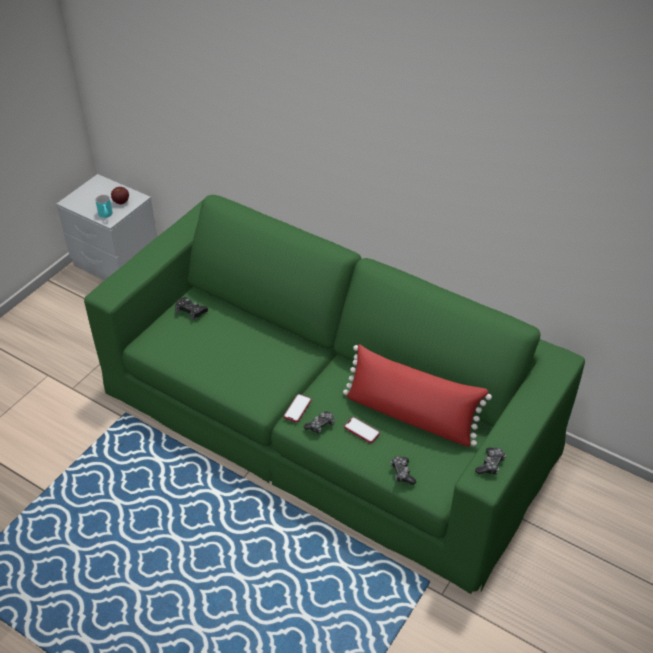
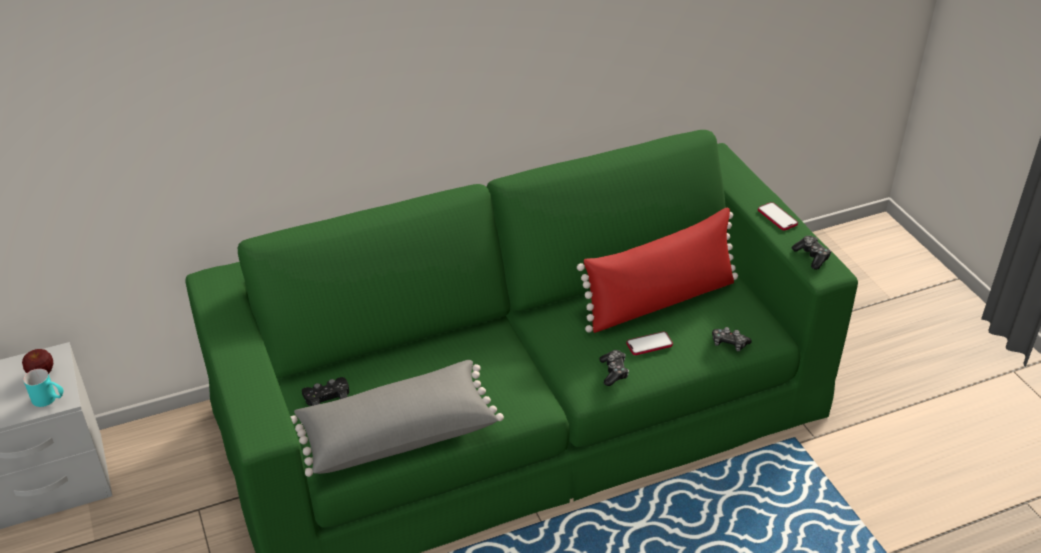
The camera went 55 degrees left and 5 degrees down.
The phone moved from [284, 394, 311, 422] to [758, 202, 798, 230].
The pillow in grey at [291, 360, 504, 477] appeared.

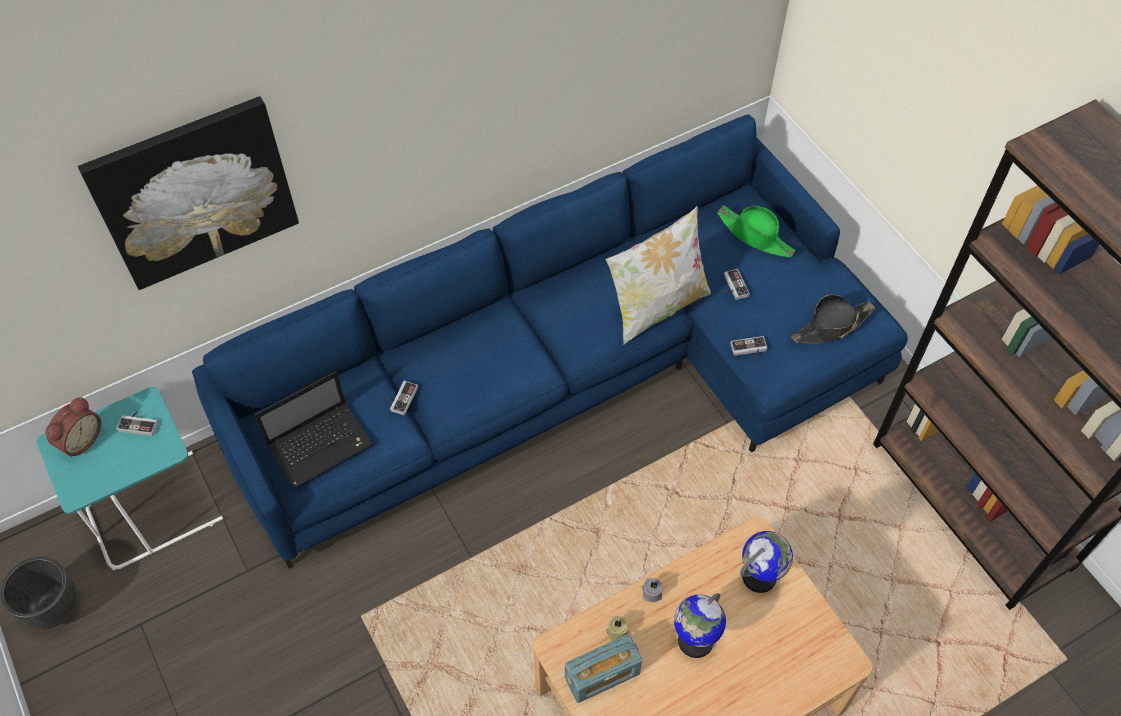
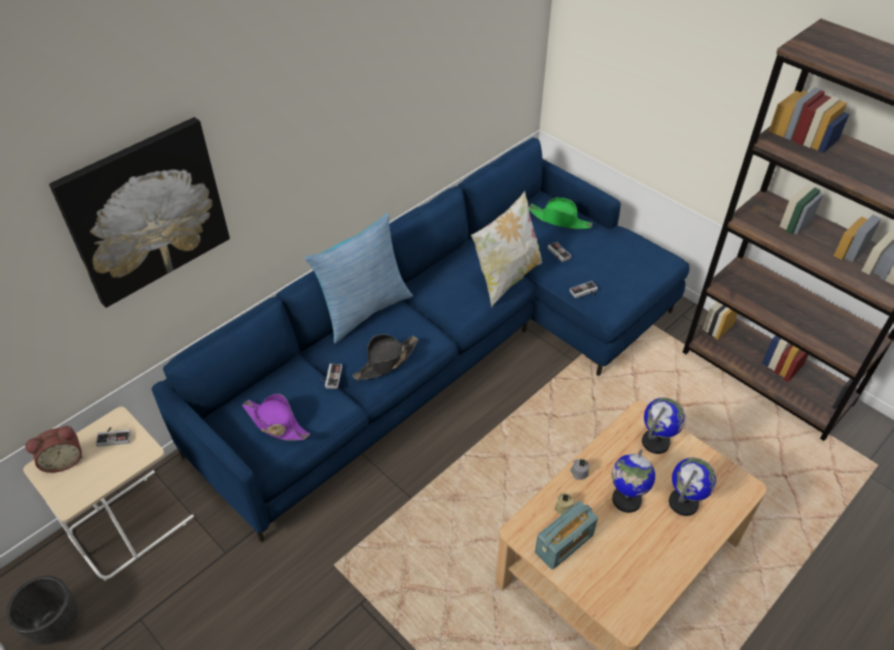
The camera went 15 degrees left and 10 degrees down.
The hat in black moved from [791, 294, 875, 344] to [353, 334, 418, 380].
The laptop at [255, 371, 373, 489] was replaced by the hat in purple at [242, 394, 310, 441].
The side table in turquoise at [37, 387, 223, 570] became the side table in beige at [23, 407, 194, 581].
The alarm clock at [45, 397, 101, 457] turned 45 degrees clockwise.
The pillow at [305, 213, 413, 344] appeared.
The globe at [669, 458, 717, 516] appeared.

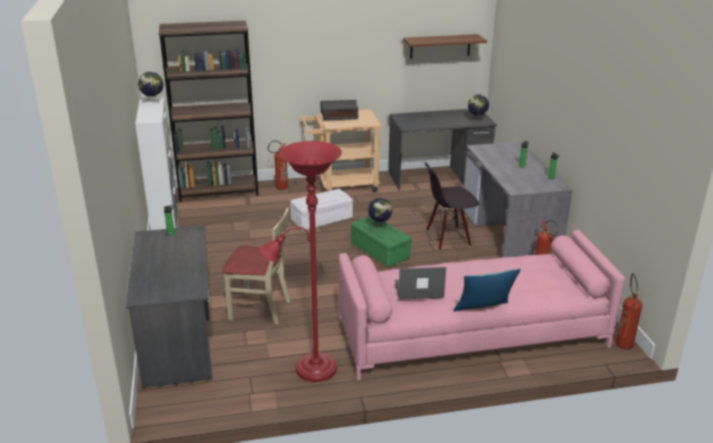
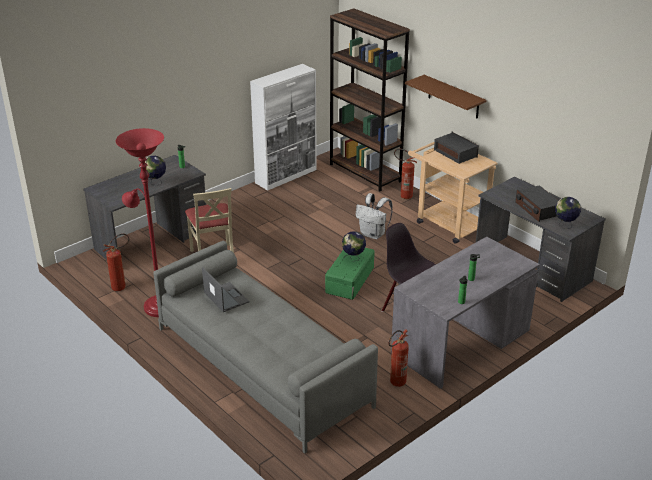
The camera went 60 degrees right and 5 degrees up.
The shelf in brown moved from [403, 34, 487, 59] to [405, 75, 487, 119].
The globe moved from [138, 72, 164, 103] to [145, 156, 166, 186].
The storage box in white at [290, 189, 353, 231] was replaced by the backpack in white at [356, 193, 393, 239].
The sofa in pink at [339, 230, 625, 380] became the sofa in grey at [153, 241, 378, 454].
The pillow at [453, 268, 521, 311] disappeared.
The fire extinguisher moved from [615, 273, 643, 350] to [103, 234, 129, 291].
The radio at [515, 185, 559, 222] appeared.

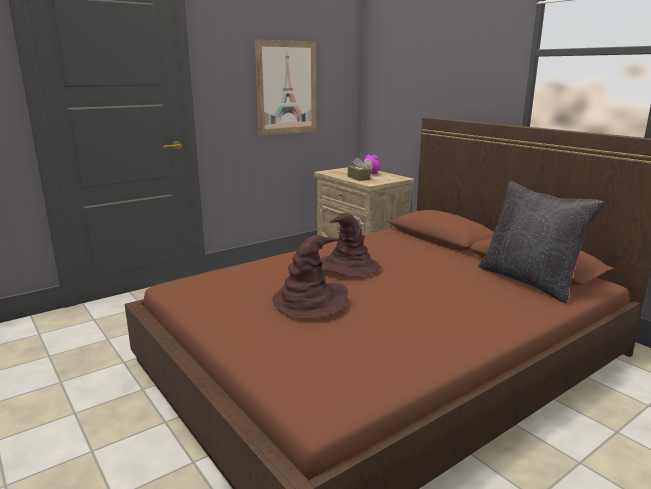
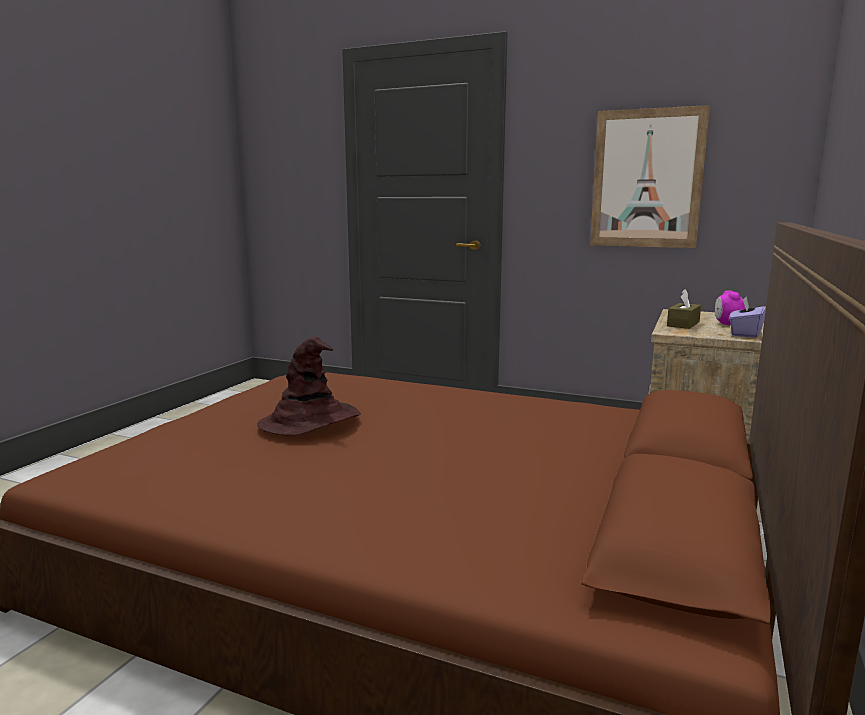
The camera went 60 degrees right and 5 degrees down.
The pillow in black at [478, 181, 605, 303] disappeared.
The hat in brown at [319, 213, 381, 277] disappeared.
The tissue box in purple at [729, 296, 766, 338] appeared.

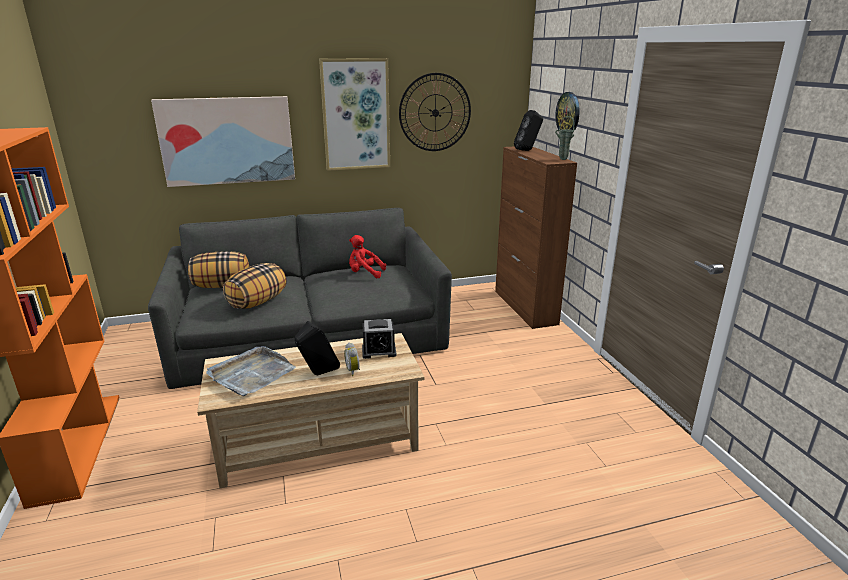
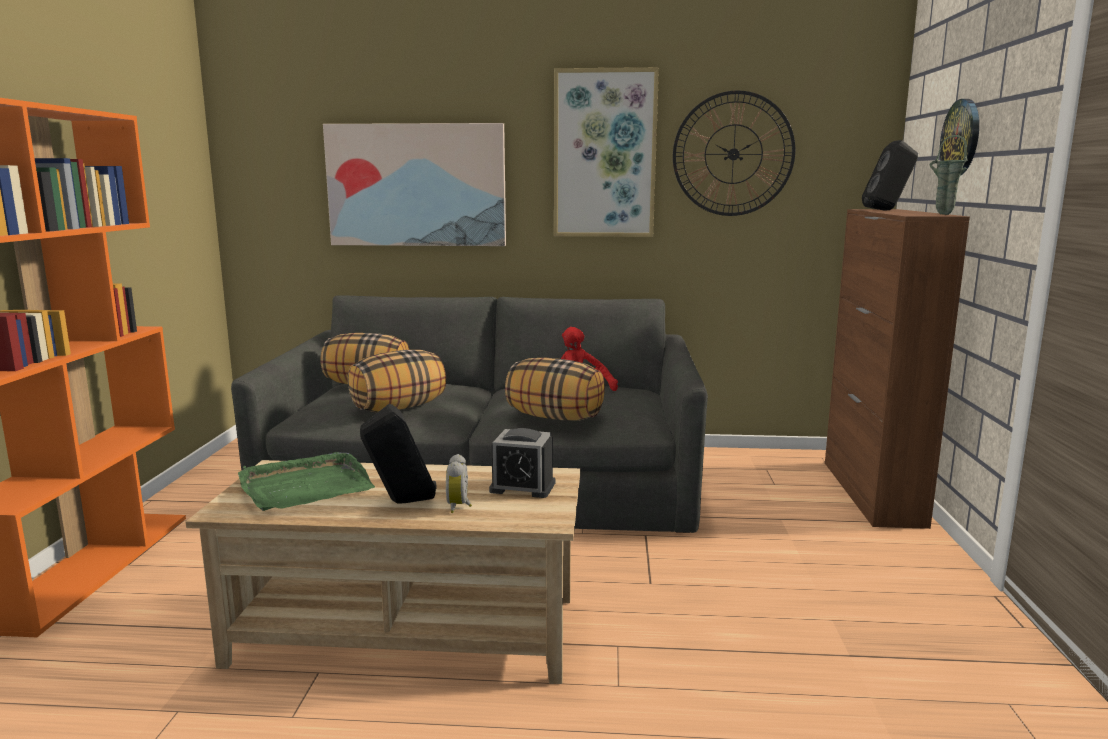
The camera went 20 degrees right and 10 degrees down.
The tray in grey at [206, 346, 296, 396] became the tray in green at [238, 452, 375, 511].
The pillow at [505, 358, 605, 421] appeared.

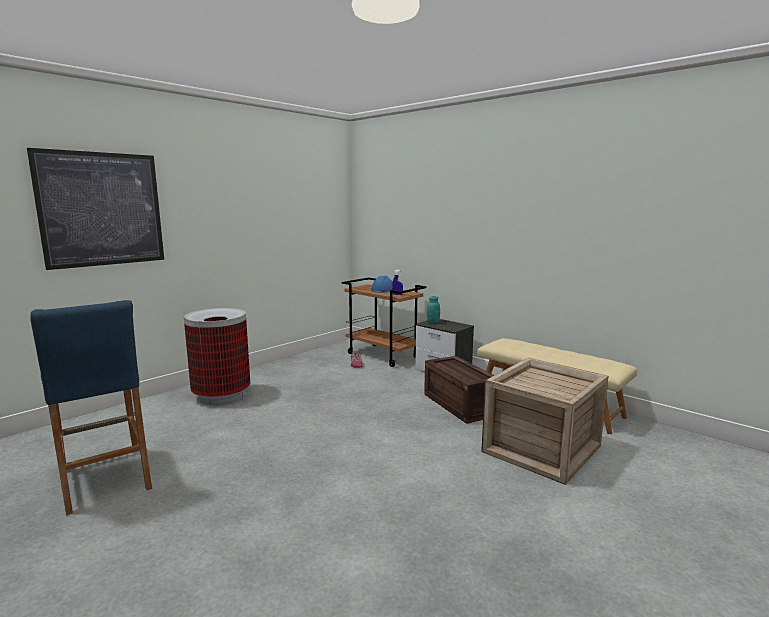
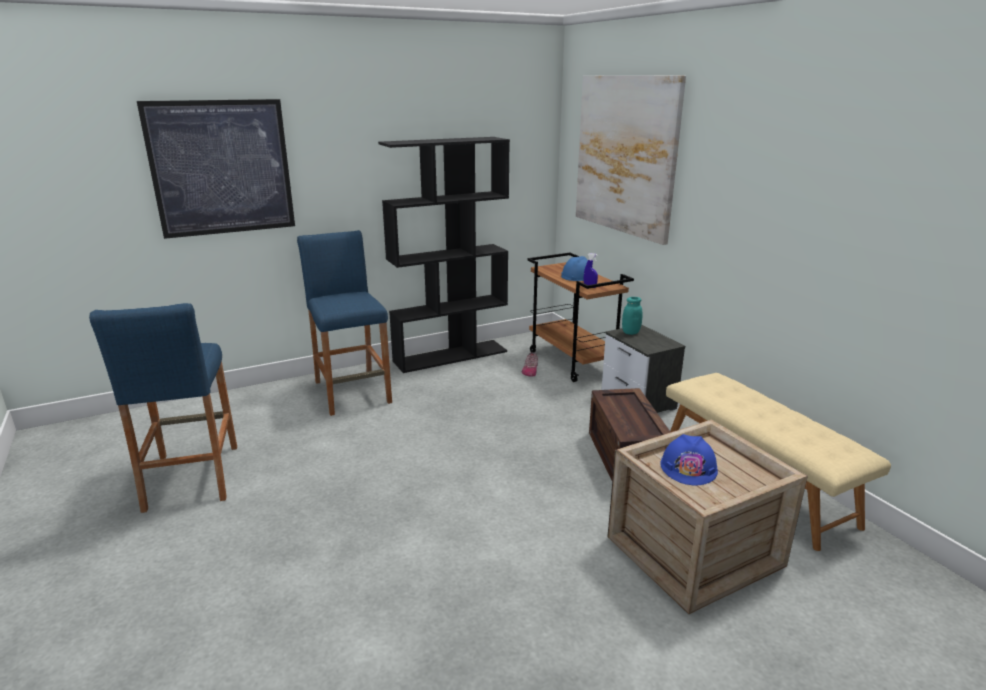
The camera went 20 degrees right and 10 degrees up.
The trash can at [184, 308, 250, 405] was replaced by the stool in blue at [297, 230, 392, 416].
The picture at [576, 75, 686, 245] appeared.
The bookcase in black at [378, 137, 510, 373] appeared.
The hard hat in blue at [660, 434, 718, 486] appeared.

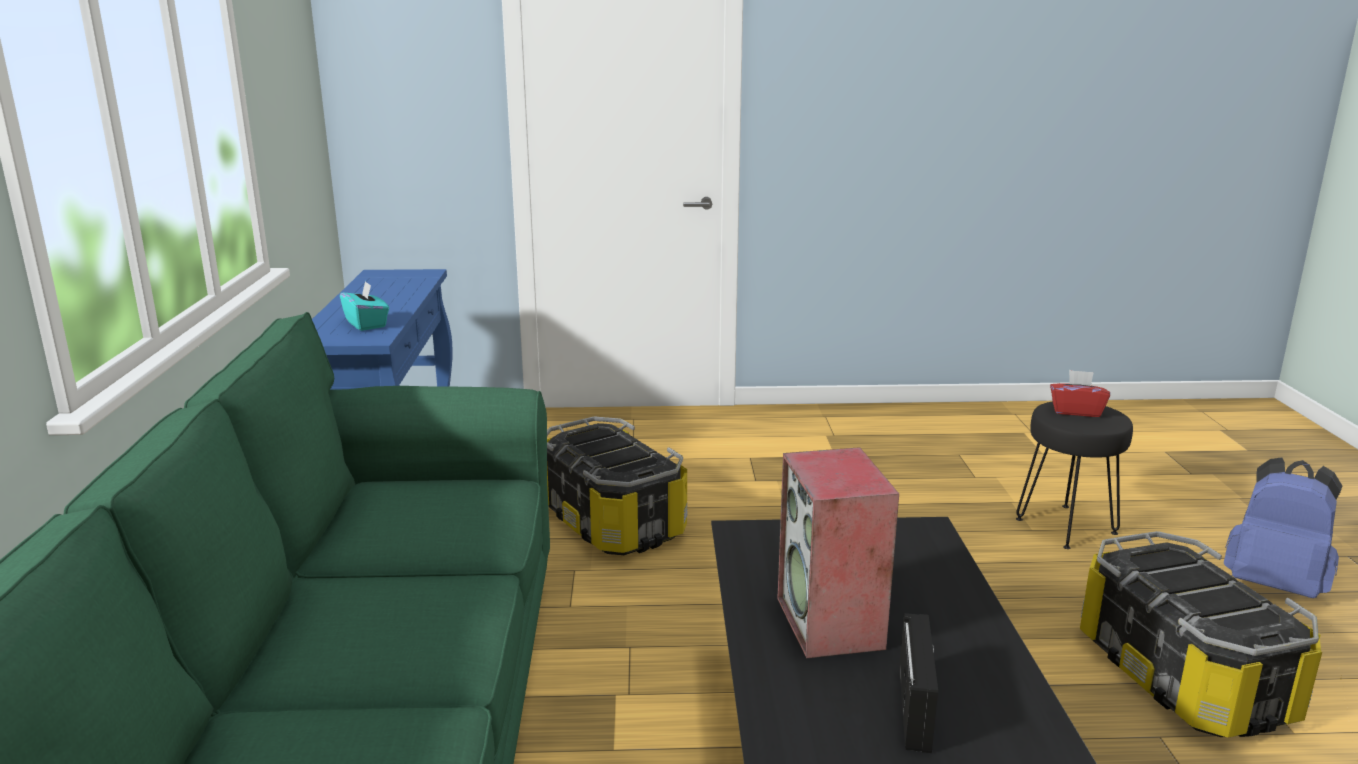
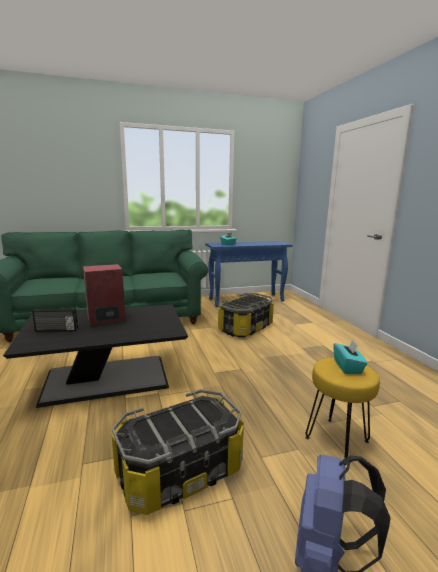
The camera went 75 degrees right and 5 degrees down.
The tissue box in red at [1050, 370, 1110, 417] became the tissue box in turquoise at [333, 340, 368, 374].
The stool in black at [1016, 401, 1133, 549] became the stool in yellow at [305, 357, 380, 458].

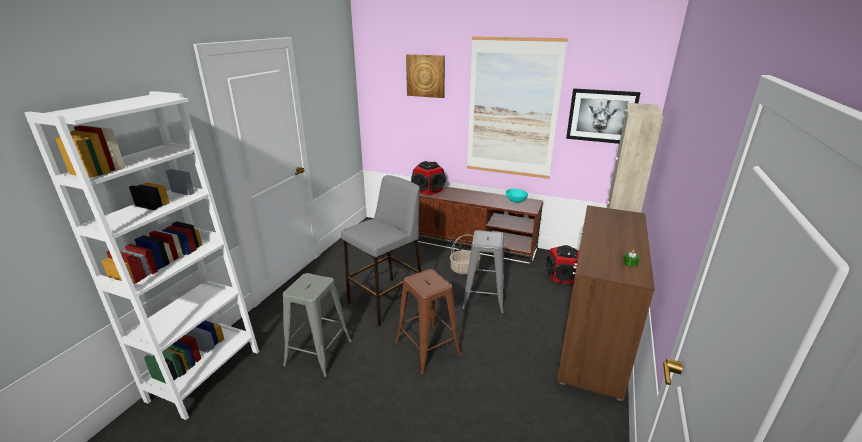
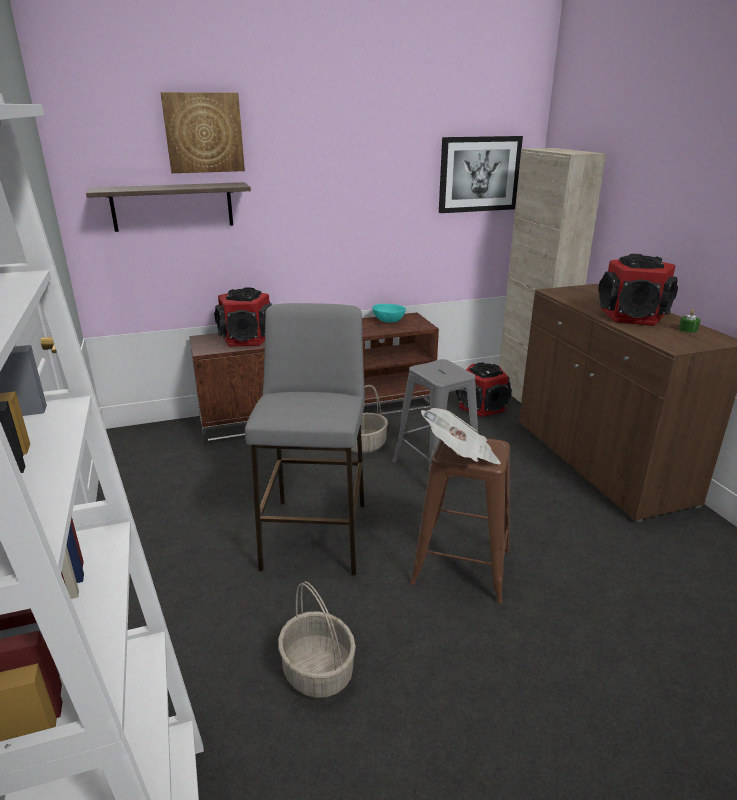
The camera went 40 degrees left and 0 degrees up.
The picture at [467, 36, 568, 179] disappeared.
The stool in grey at [283, 273, 352, 377] was replaced by the basket at [278, 581, 356, 698].
The shelf at [86, 182, 251, 232] appeared.
The speaker at [598, 254, 678, 326] appeared.
The newspaper at [421, 408, 501, 464] appeared.

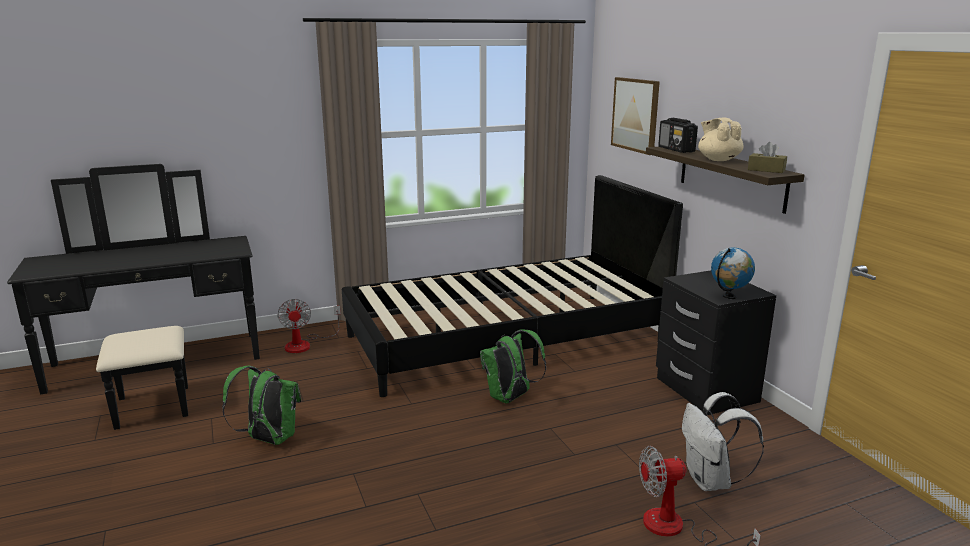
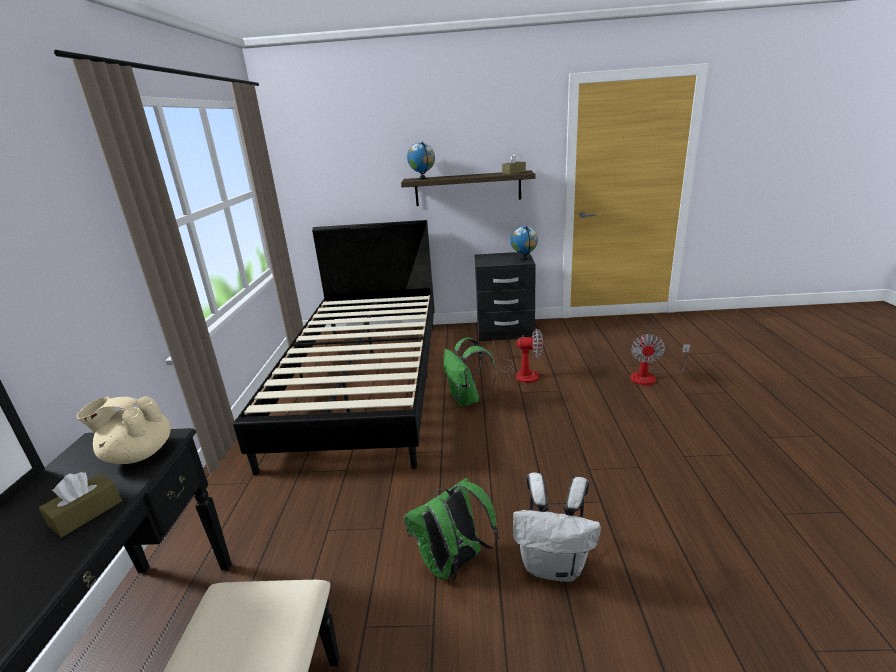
The camera went 65 degrees left and 5 degrees up.
The picture at [611, 77, 660, 155] disappeared.
The teapot in beige moved from [698, 117, 744, 161] to [77, 396, 171, 464].
The radio at [658, 118, 698, 153] was replaced by the globe at [407, 141, 435, 180].
The fan moved from [277, 299, 341, 353] to [493, 329, 543, 383].
The backpack in white moved from [682, 392, 764, 491] to [513, 472, 601, 582].
The tissue box in brown at [39, 472, 122, 538] appeared.

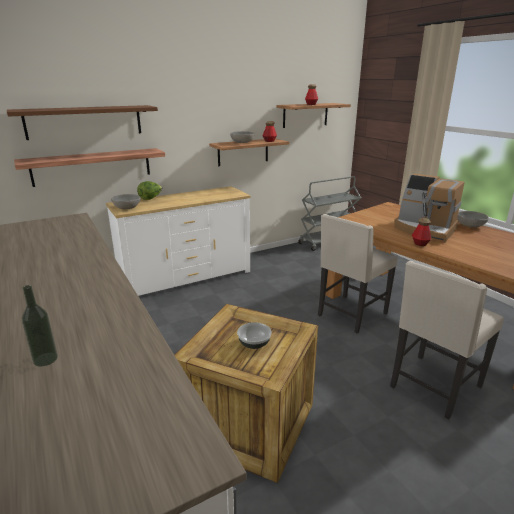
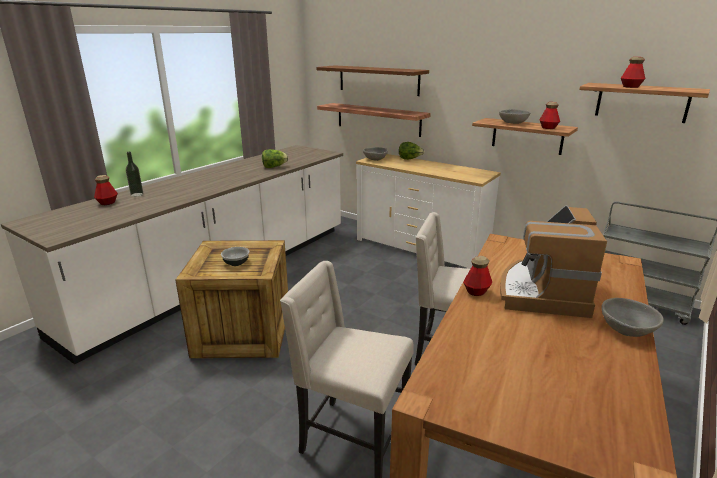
The camera went 65 degrees right and 0 degrees up.
The lettuce at [262, 149, 288, 168] appeared.
The bottle at [94, 175, 118, 205] appeared.

